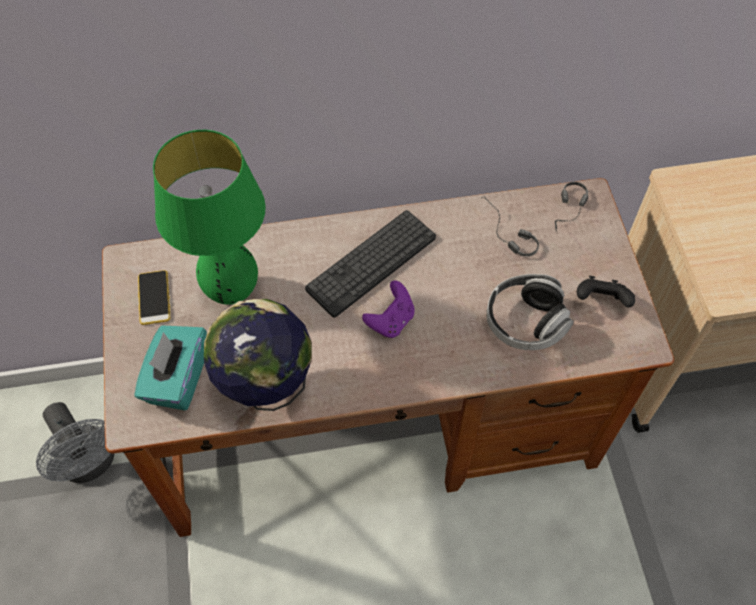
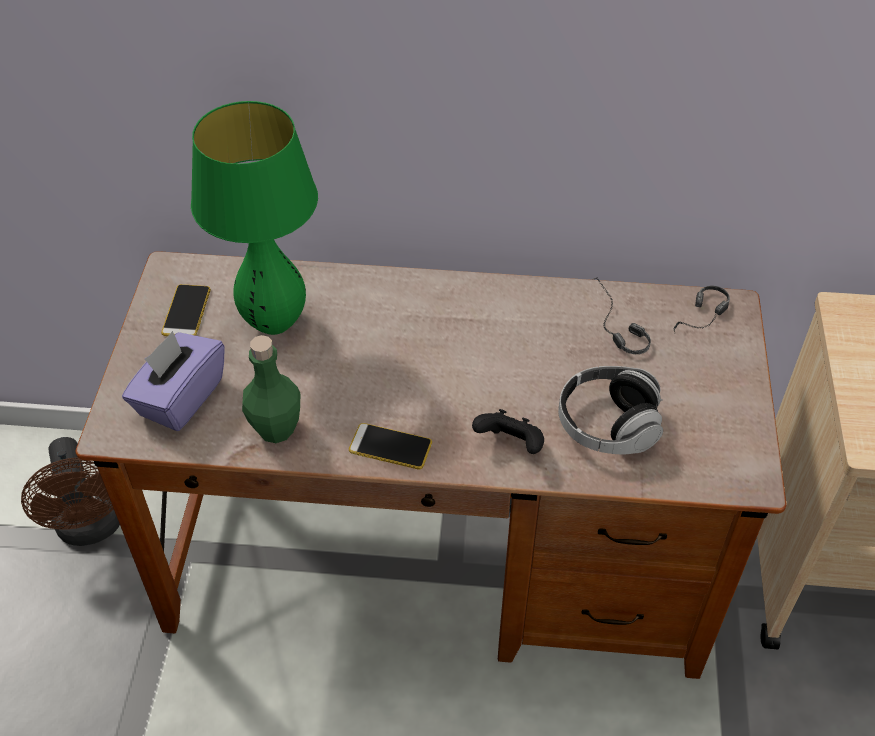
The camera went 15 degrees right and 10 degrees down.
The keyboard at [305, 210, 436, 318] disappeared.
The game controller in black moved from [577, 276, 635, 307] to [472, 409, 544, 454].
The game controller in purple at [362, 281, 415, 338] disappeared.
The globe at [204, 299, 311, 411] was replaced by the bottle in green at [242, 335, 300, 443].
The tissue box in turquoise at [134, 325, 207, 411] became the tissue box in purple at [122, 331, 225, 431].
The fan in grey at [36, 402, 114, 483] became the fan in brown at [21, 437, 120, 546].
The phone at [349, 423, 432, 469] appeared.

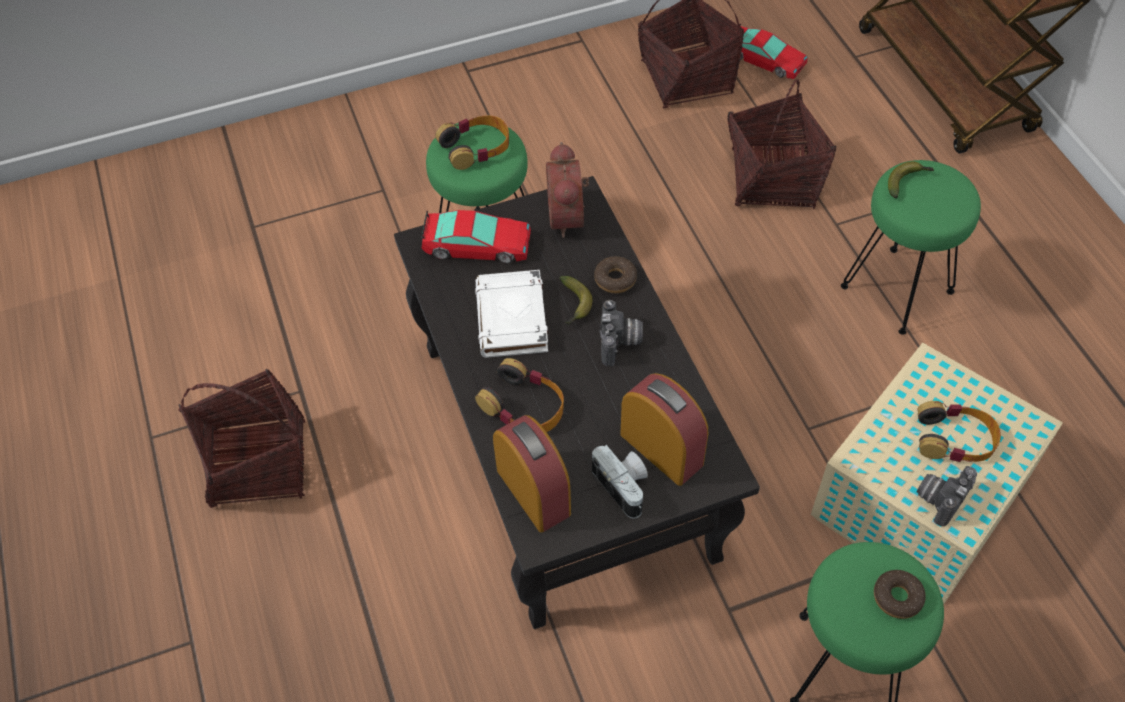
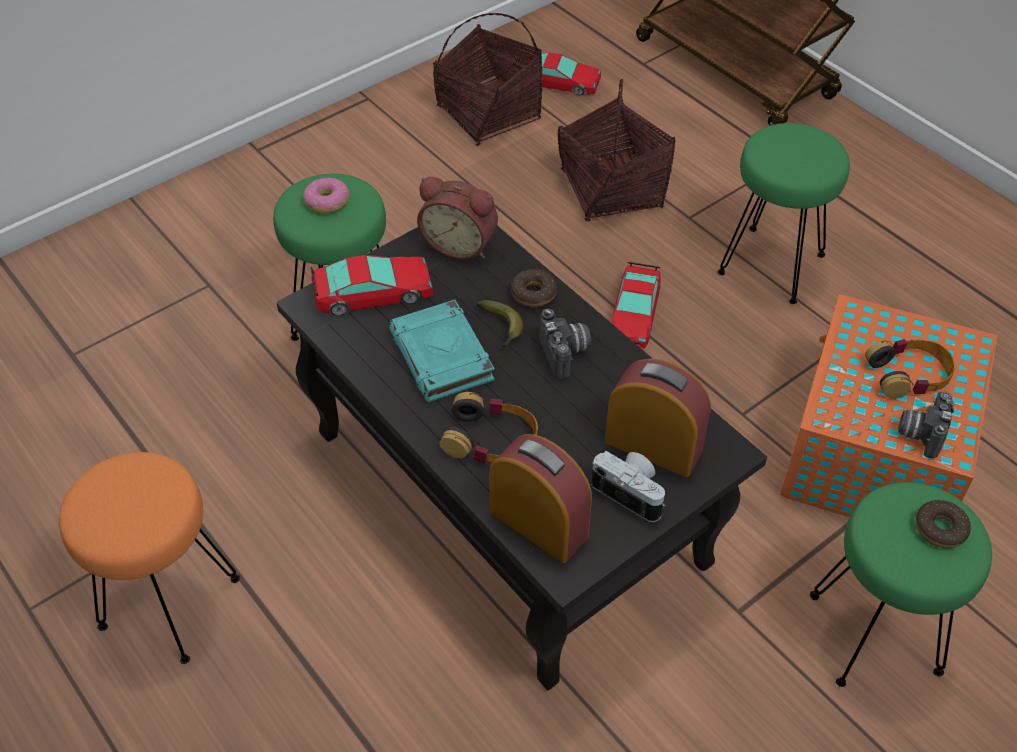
The camera went 20 degrees left and 5 degrees down.
The headphones at [435, 116, 509, 170] was replaced by the donut at [303, 178, 349, 214].
The alarm clock at [546, 142, 589, 238] turned 45 degrees counterclockwise.
The banana at [888, 162, 934, 198] disappeared.
The book in white at [475, 270, 548, 358] became the book in turquoise at [388, 300, 495, 402].
The storage box in beige at [811, 343, 1063, 604] became the storage box in orange at [780, 294, 998, 517].
The basket at [178, 369, 305, 508] was replaced by the stool in orange at [59, 452, 240, 664].
The toy car at [611, 262, 661, 348] appeared.

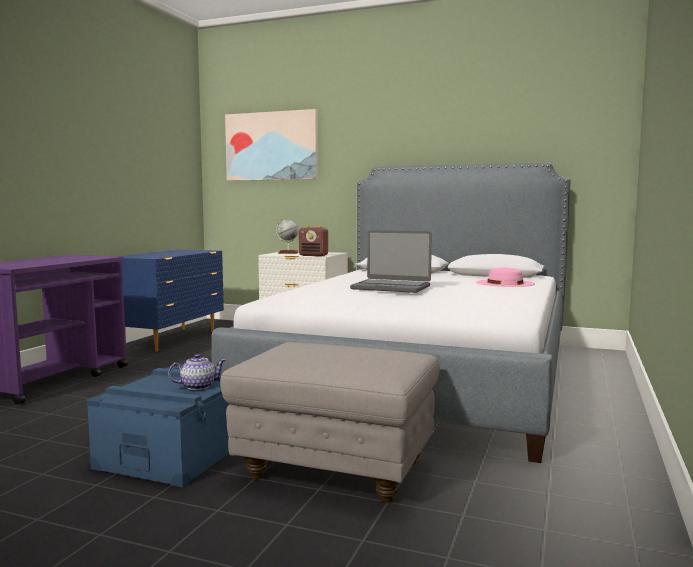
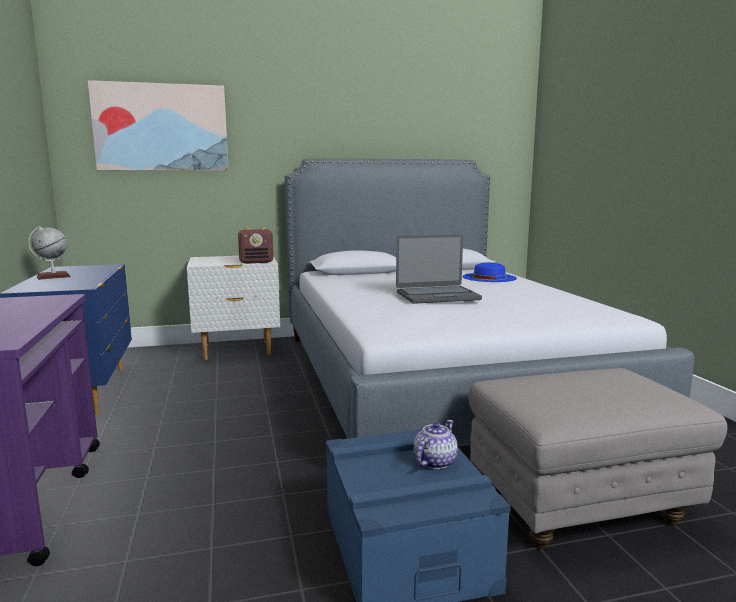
The camera went 35 degrees left and 5 degrees up.
The globe moved from [276, 219, 299, 254] to [28, 226, 71, 280].
The hat in pink at [476, 267, 535, 287] became the hat in blue at [462, 263, 517, 282].

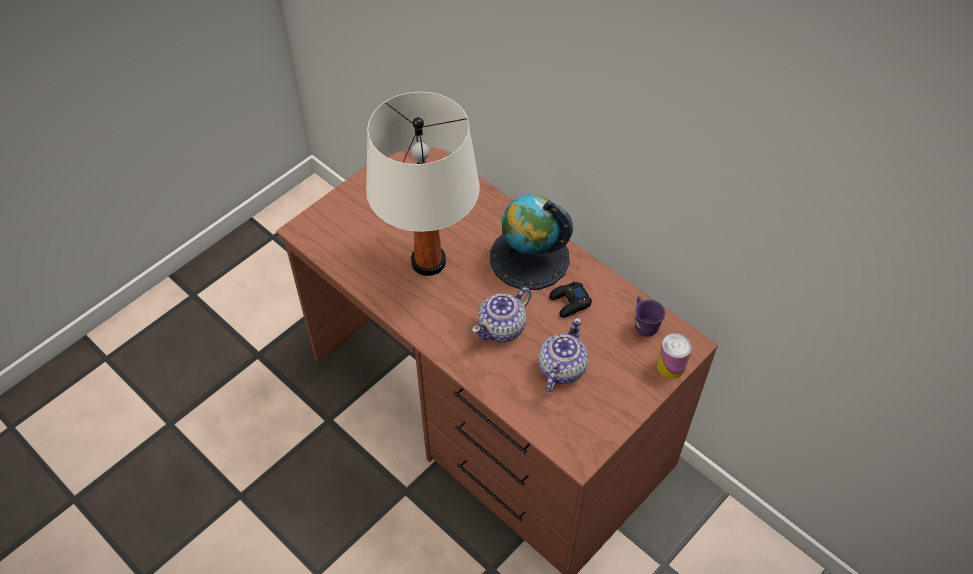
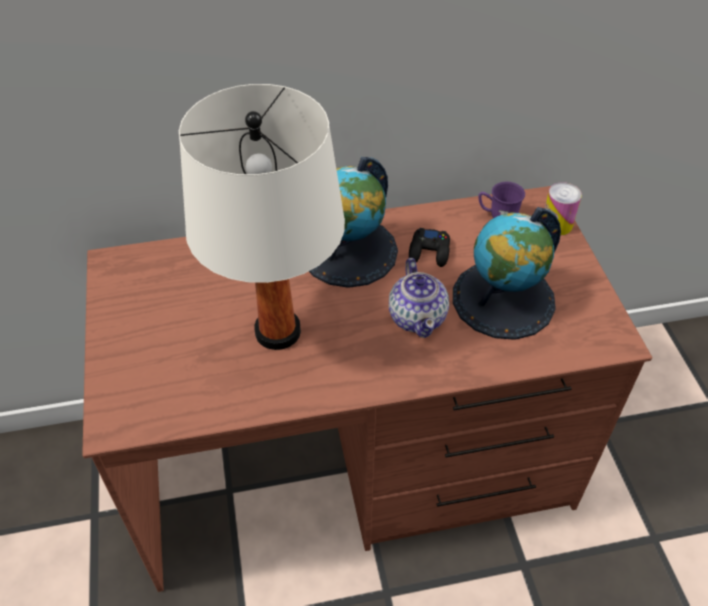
The camera went 55 degrees left and 5 degrees down.
The teapot at [538, 318, 588, 392] was replaced by the globe at [453, 207, 561, 340].

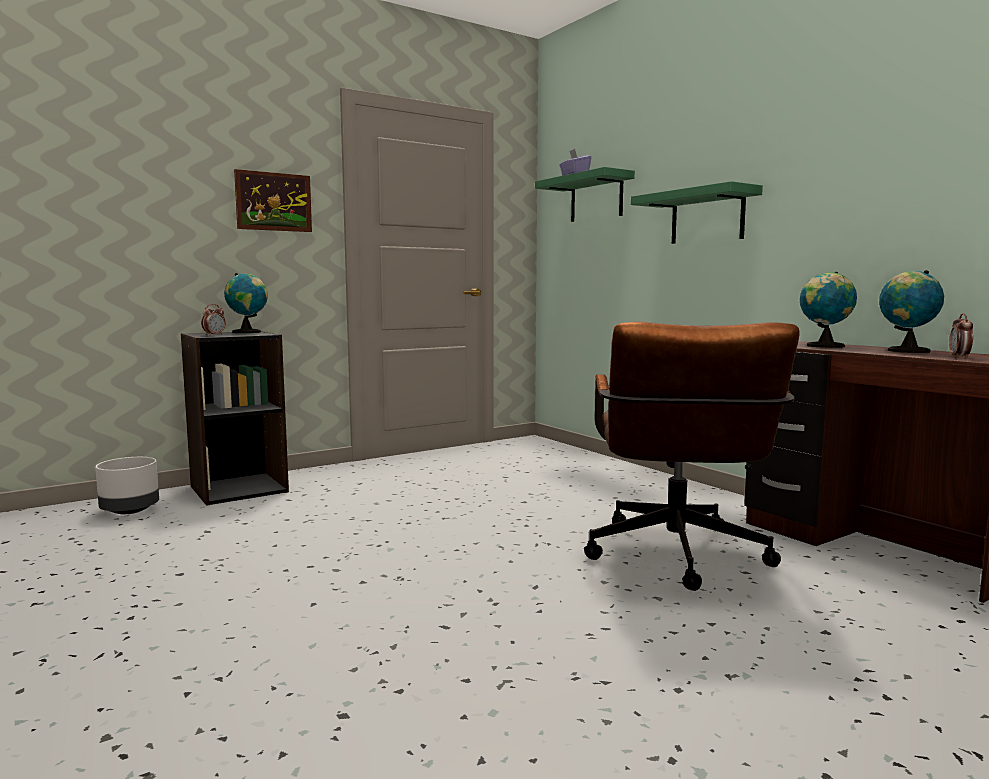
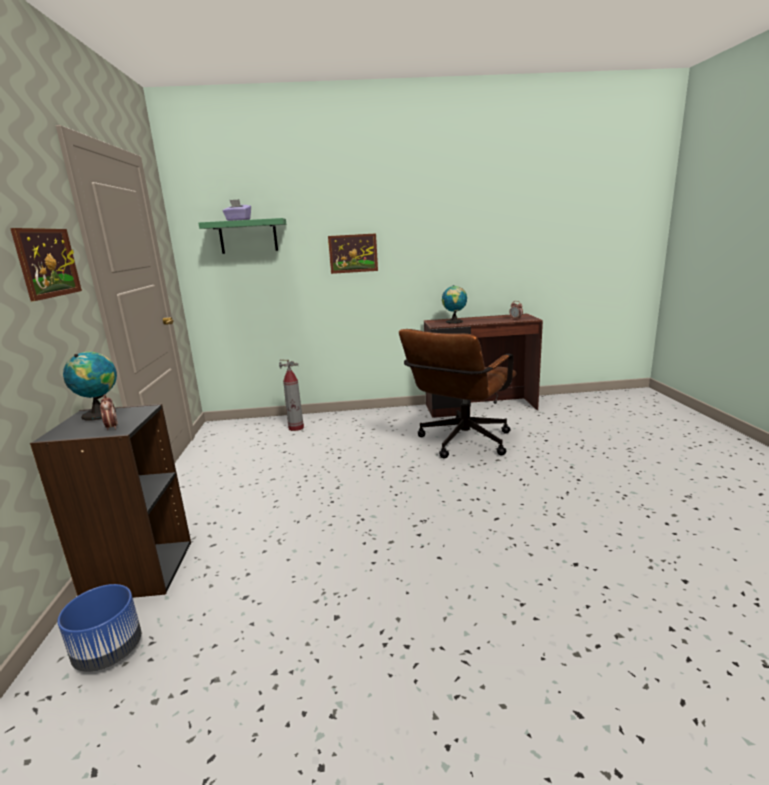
The camera went 60 degrees left and 10 degrees up.
The shelf in green at [631, 181, 763, 244] was replaced by the picture at [328, 233, 378, 274].
The globe at [879, 270, 944, 353] disappeared.
The office chair in brown at [584, 321, 799, 591] turned 90 degrees clockwise.
The planter in grey at [95, 457, 159, 514] became the planter in blue at [58, 584, 141, 672].
The fire extinguisher at [279, 359, 304, 431] appeared.

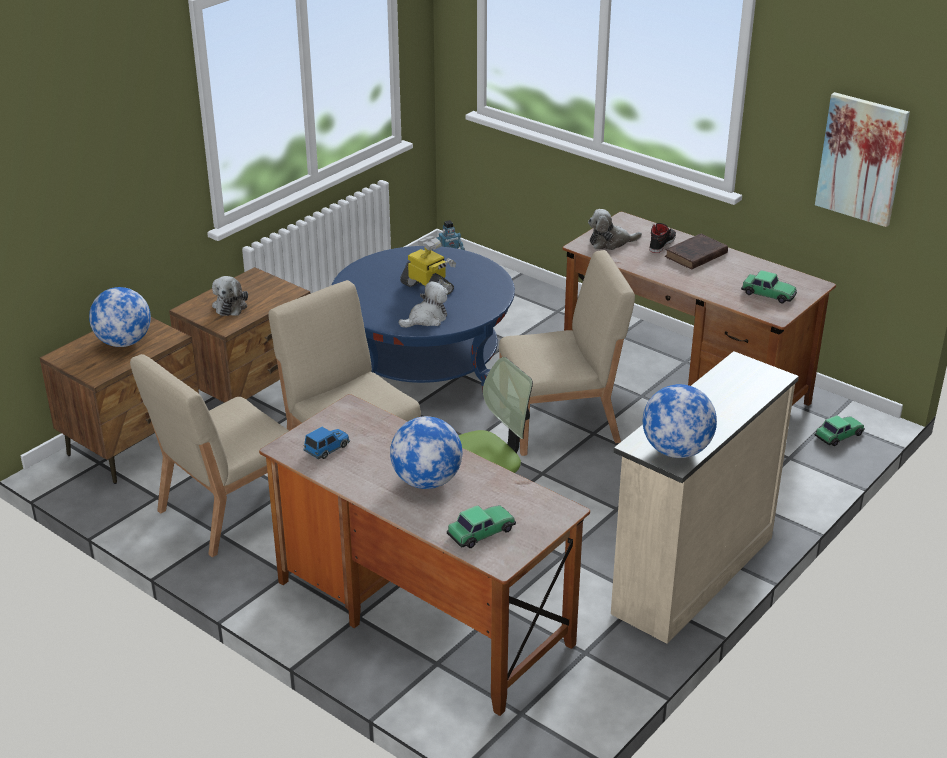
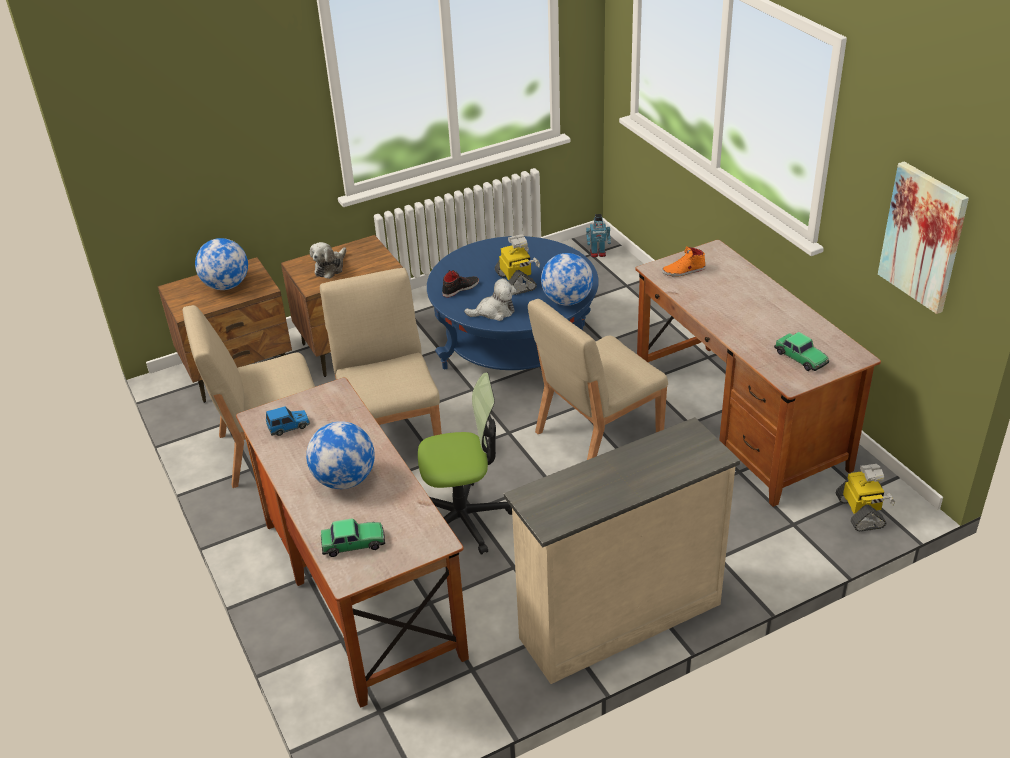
The camera went 25 degrees right and 5 degrees up.
The plush toy at [588, 209, 642, 250] was replaced by the shoe in orange at [662, 246, 706, 276].
The shoe in black moved from [649, 223, 676, 253] to [442, 270, 479, 297].
The book in brown at [665, 234, 728, 270] disappeared.
The chair in beige at [499, 250, 635, 456] turned 135 degrees clockwise.
The globe moved from [643, 384, 717, 458] to [541, 253, 593, 305].
The toy car at [815, 415, 865, 446] was replaced by the toy robot at [836, 464, 896, 532].

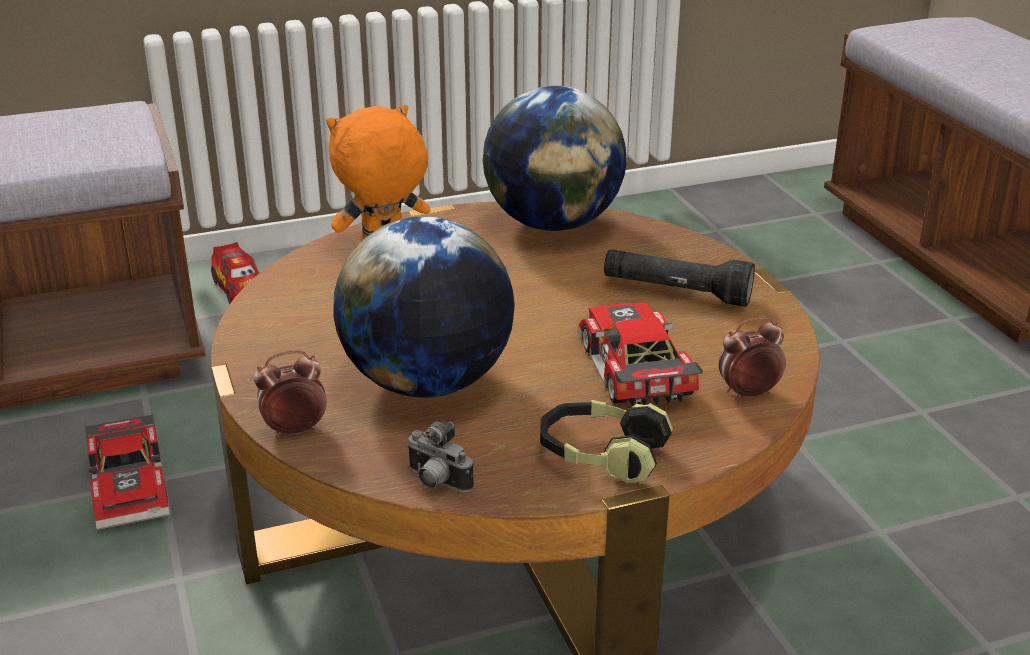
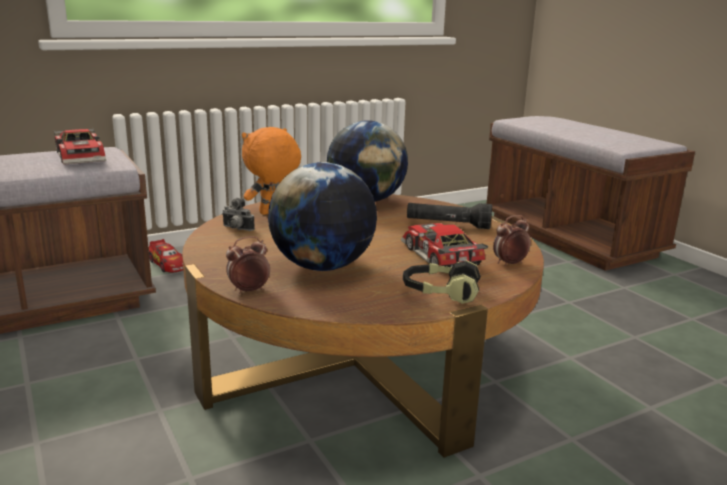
The camera went 10 degrees left and 10 degrees down.
The toy car moved from [85, 413, 170, 530] to [54, 128, 106, 165].
The photo camera moved from [406, 422, 474, 492] to [222, 198, 255, 231].

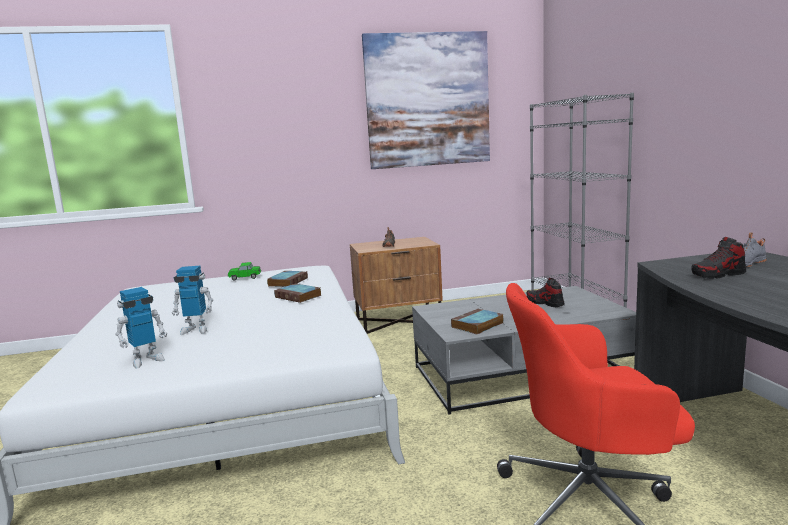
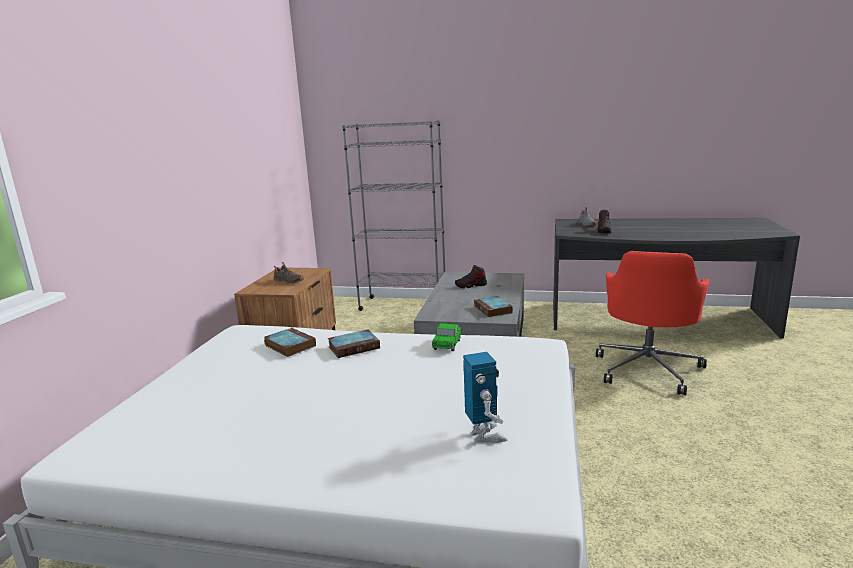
The camera went 65 degrees left and 5 degrees up.
The picture at [362, 31, 490, 169] disappeared.
The toy car moved from [228, 262, 261, 280] to [432, 323, 462, 351].
The toy robot at [172, 266, 213, 335] disappeared.

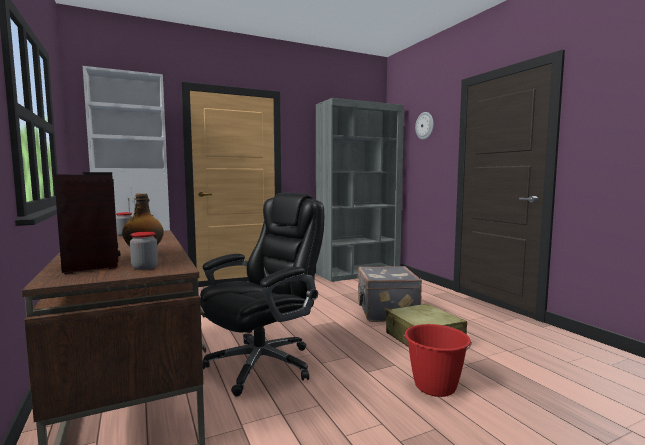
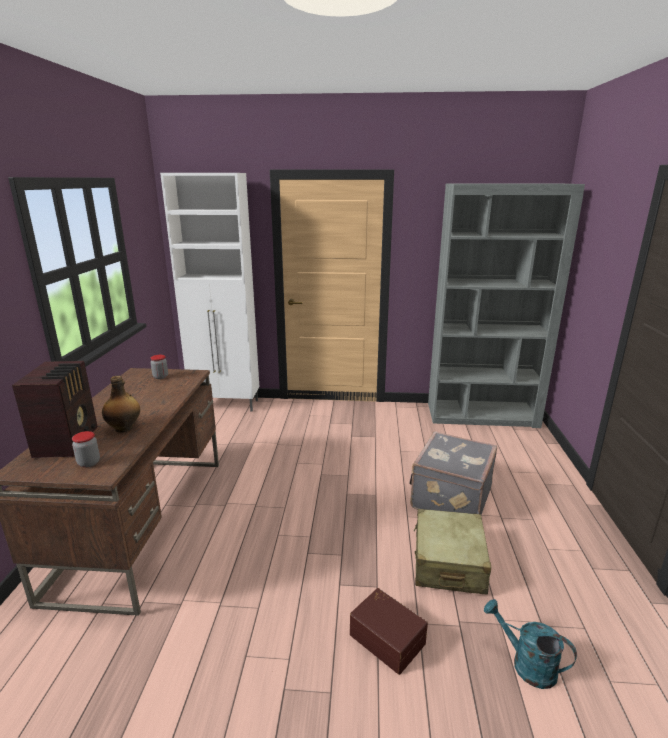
The camera went 30 degrees right and 15 degrees up.
The wall clock at [415, 112, 434, 140] disappeared.
The office chair in black at [200, 193, 324, 397] disappeared.
The bucket in red at [403, 324, 472, 397] was replaced by the storage box in brown at [350, 588, 428, 675].
The watering can in turquoise at [484, 599, 577, 689] appeared.

